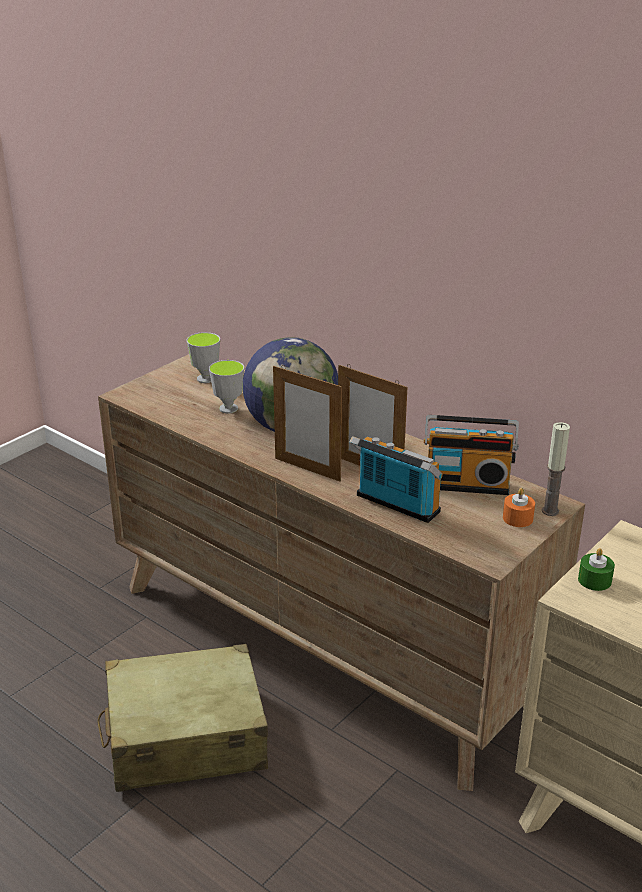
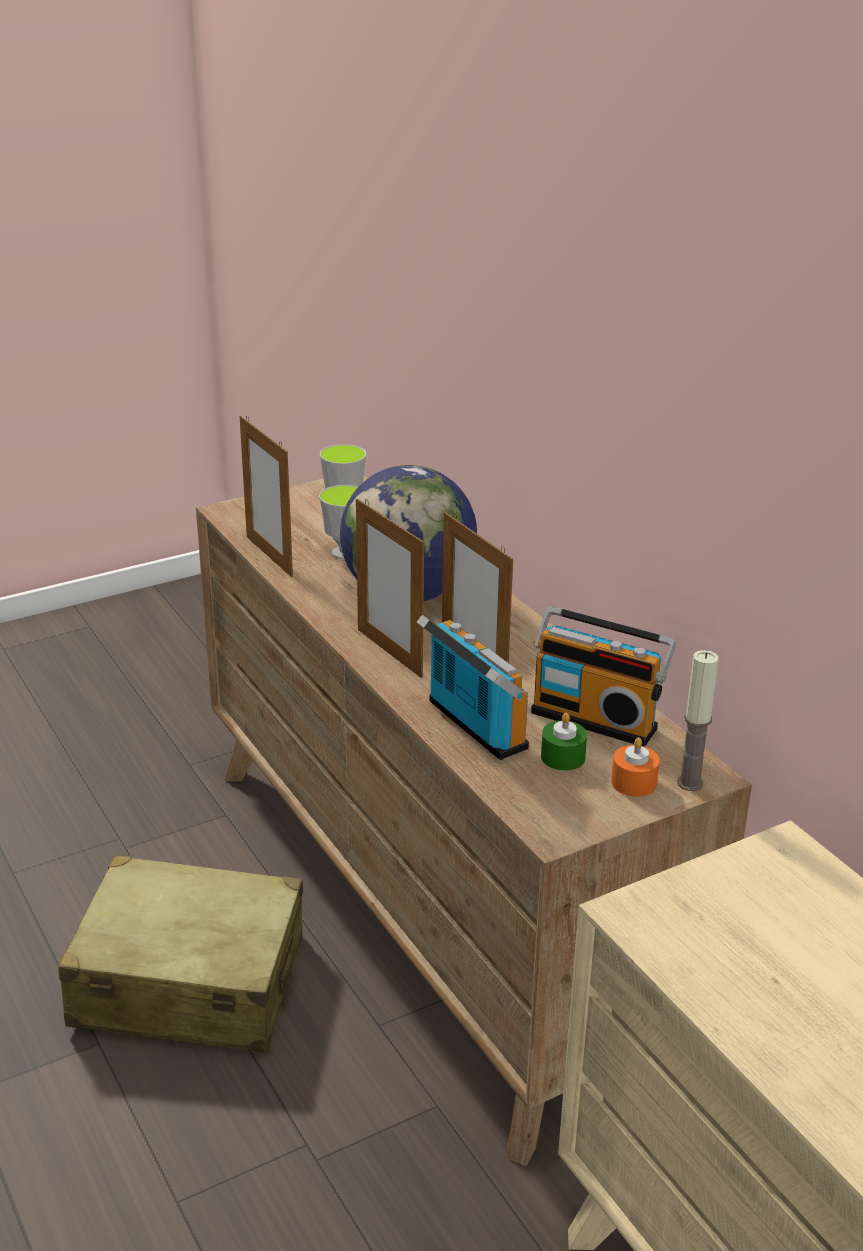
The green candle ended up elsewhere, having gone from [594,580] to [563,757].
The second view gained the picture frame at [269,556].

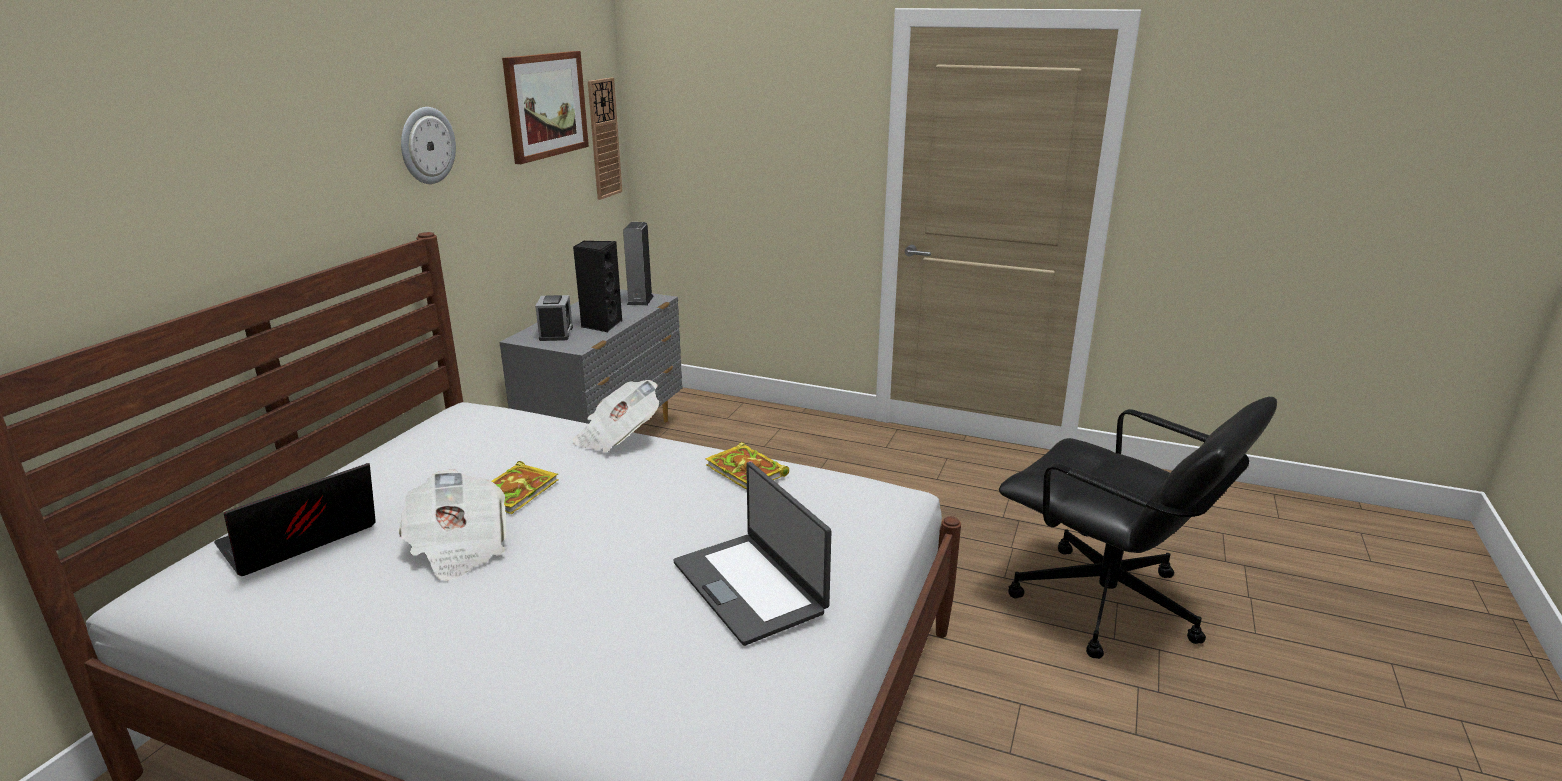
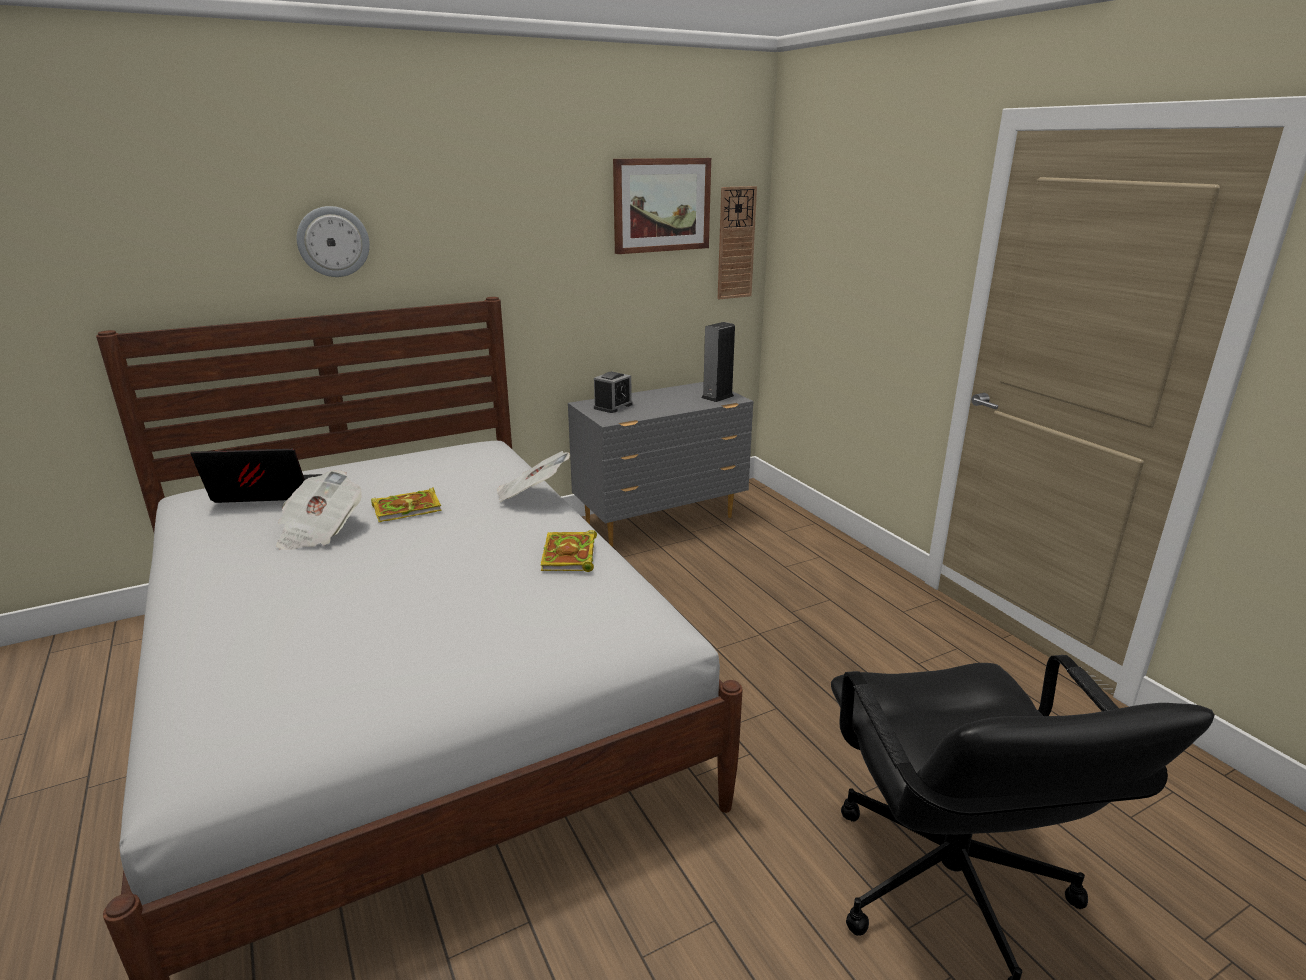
The wall clock ended up elsewhere, having gone from [427,145] to [333,241].
The second view lost the black speaker at [601,325].
The second view lost the laptop at [750,586].

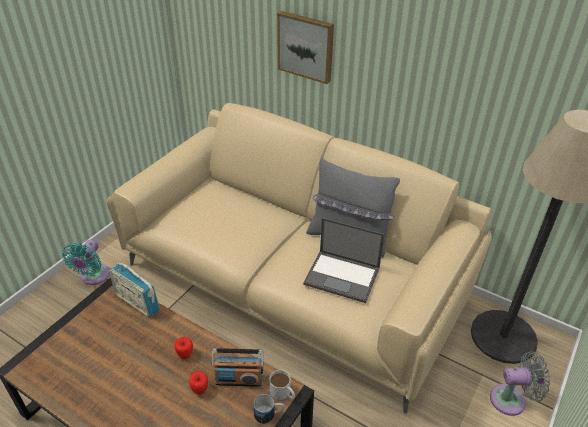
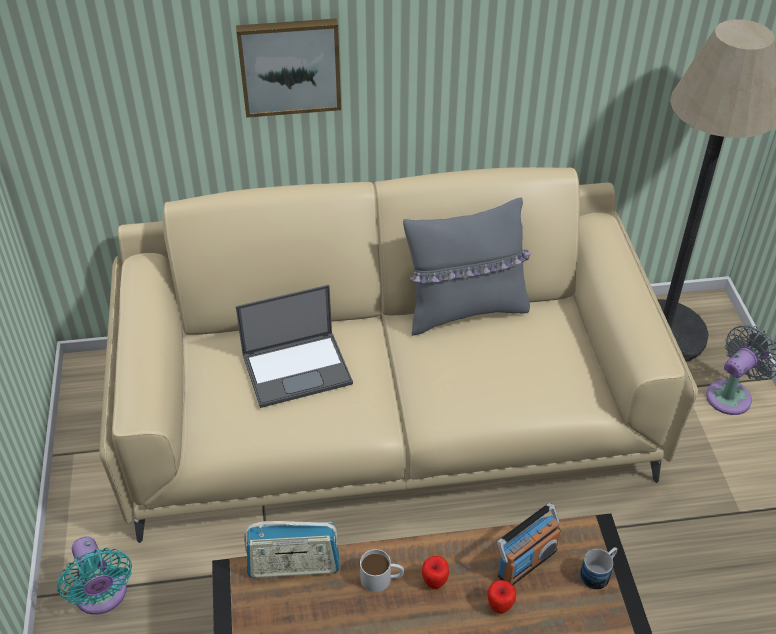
The white mug ended up elsewhere, having gone from [283,393] to [382,579].
The laptop ended up elsewhere, having gone from [343,276] to [298,368].

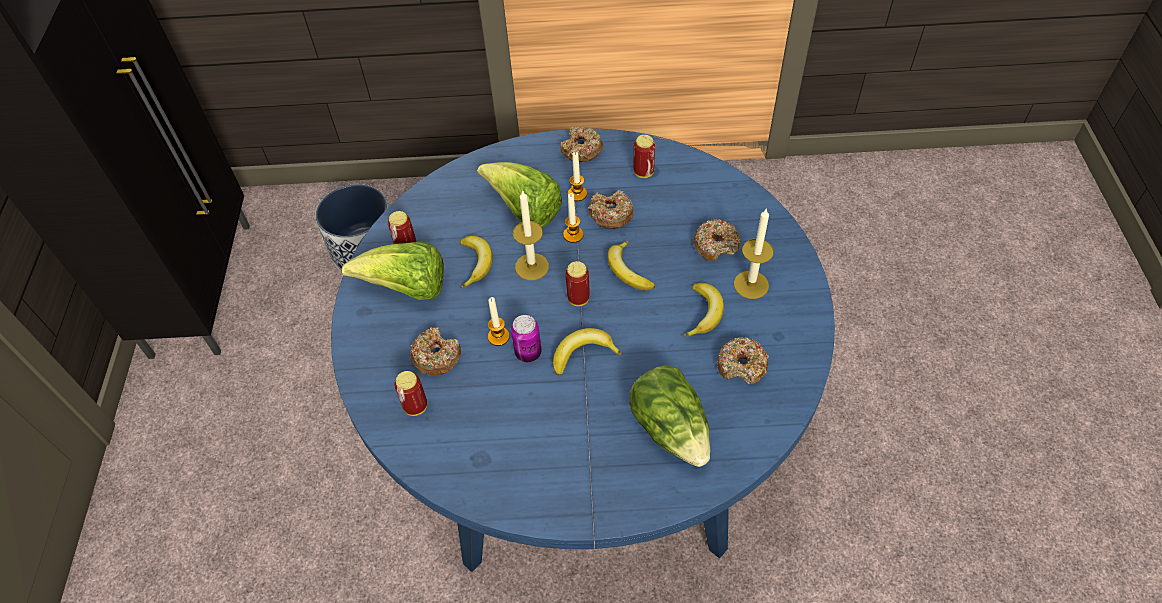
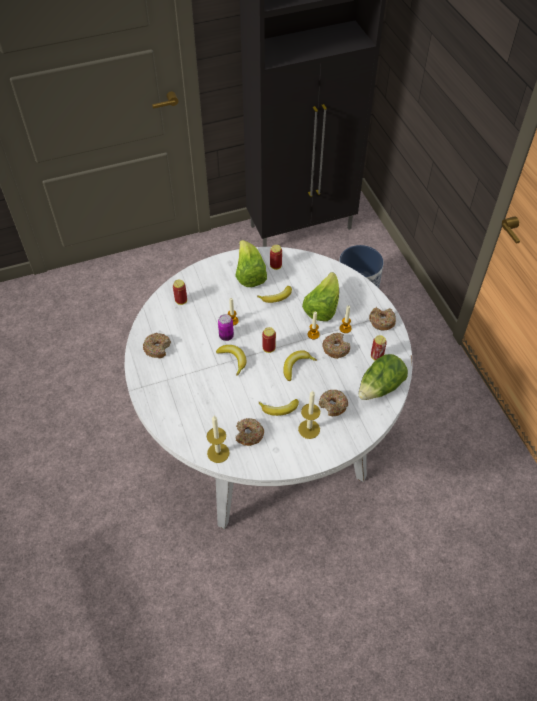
What was the blue dining table at [589,445] turned into the white dining table at [268,439].
The donut ended up elsewhere, having gone from [436,356] to [157,348].
The candle ended up elsewhere, having gone from [532,266] to [218,453].
The lettuce ended up elsewhere, having gone from [671,428] to [380,387].

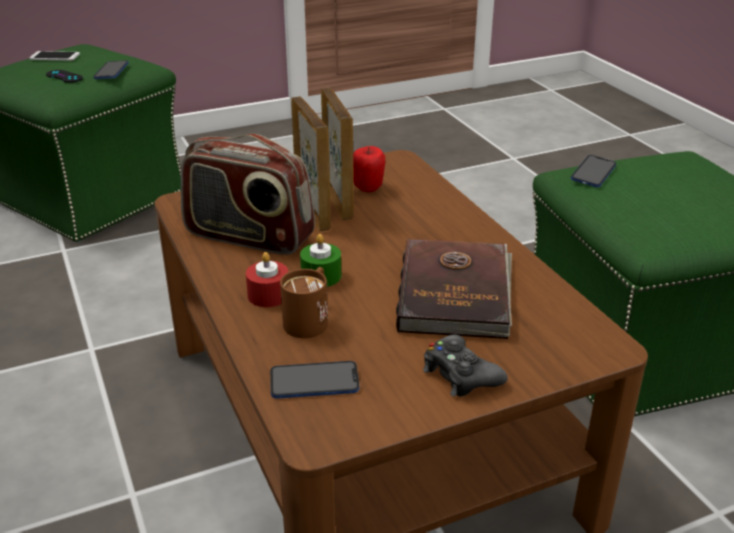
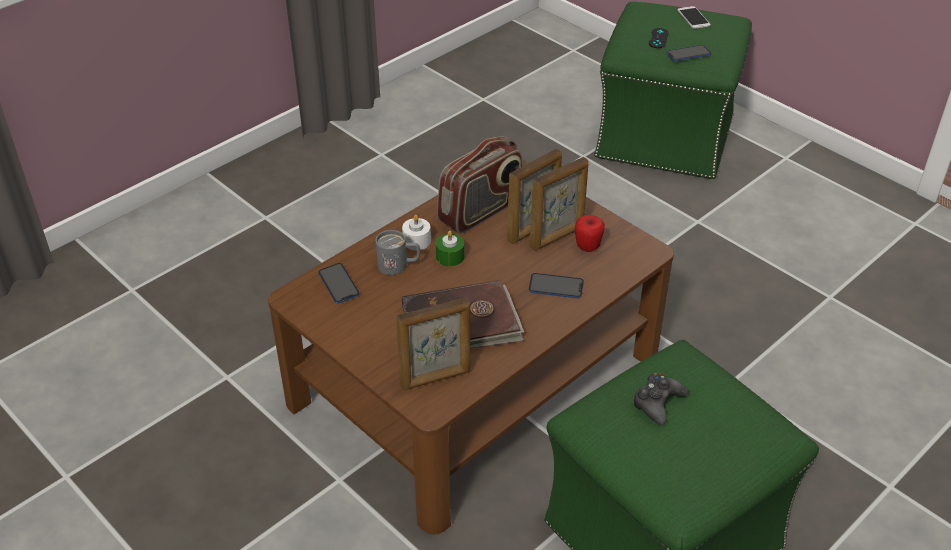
The radio at [248,237] ended up facing another way, 135 degrees counterclockwise from before.
What was the red candle at [268,295] turned into the white candle at [416,241].
What was the brown mug at [310,319] turned into the grey mug at [399,265].
The black game controller ended up elsewhere, having gone from [460,375] to [657,403].
The phone ended up elsewhere, having gone from [593,173] to [556,287].
The second view gained the picture frame at [436,378].

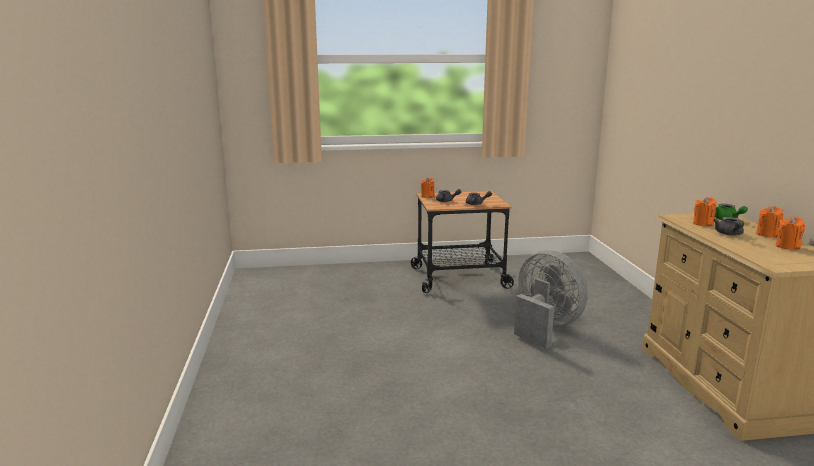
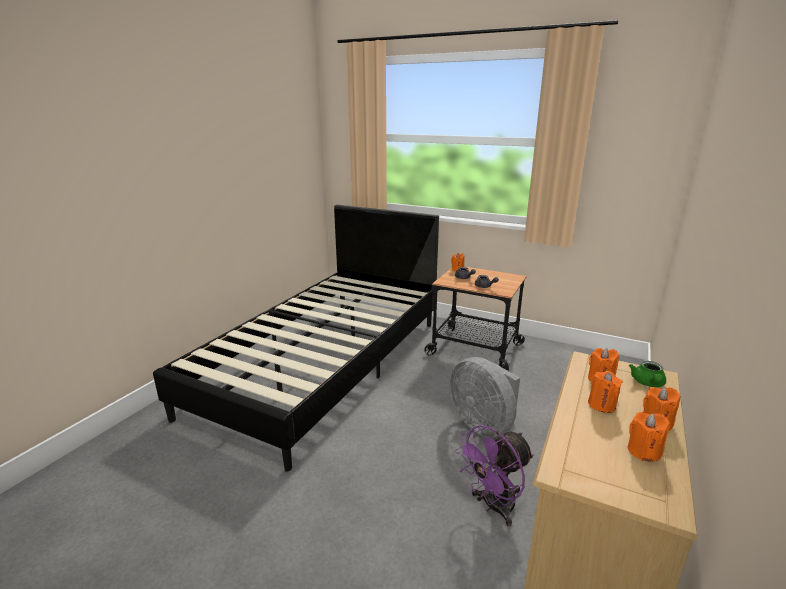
The grey fan at [544,327] ended up facing another way, 150 degrees clockwise from before.
Where the grey teapot stood at [729,234], the orange candle came to stand at [601,405].
The second view gained the black bed at [324,364].
The second view gained the purple fan at [493,507].

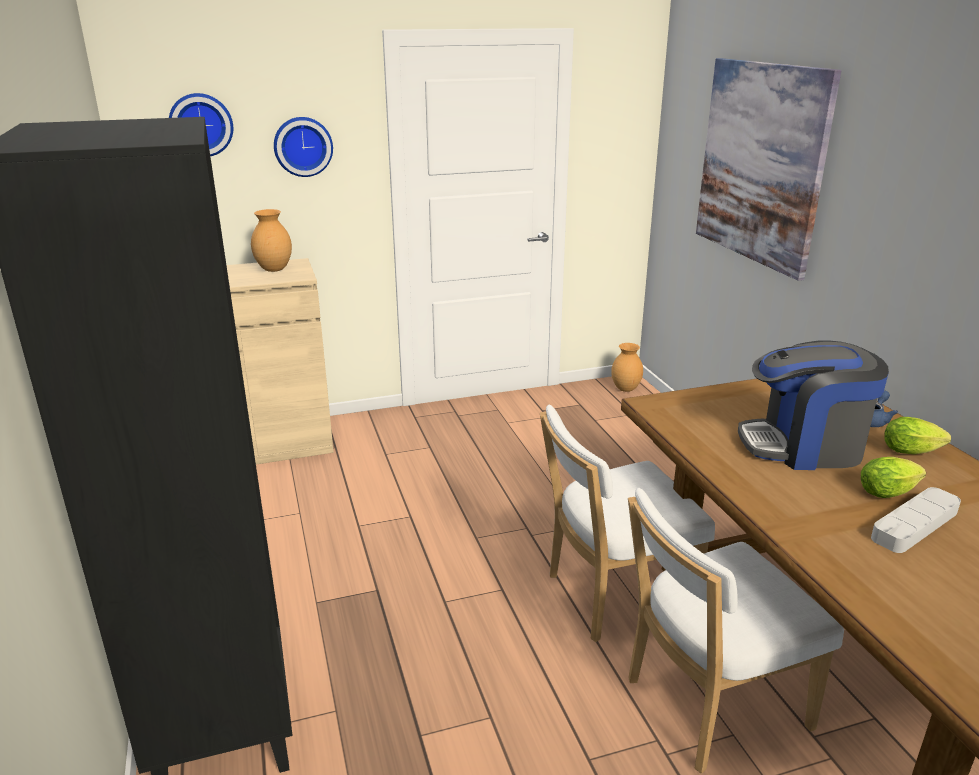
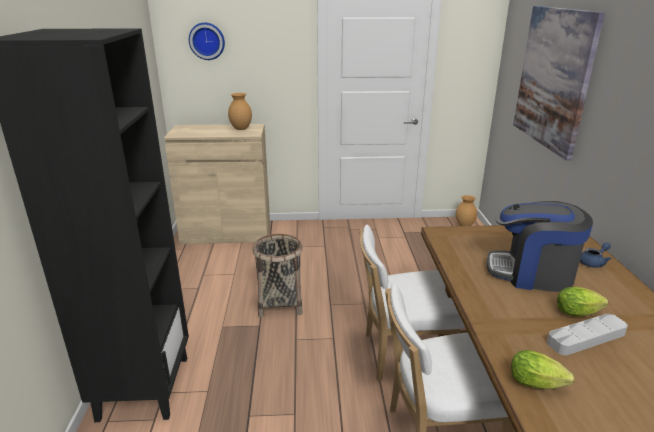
The second view lost the wall clock at [303,146].
The lettuce ended up elsewhere, having gone from [913,452] to [539,384].
The second view gained the basket at [280,303].

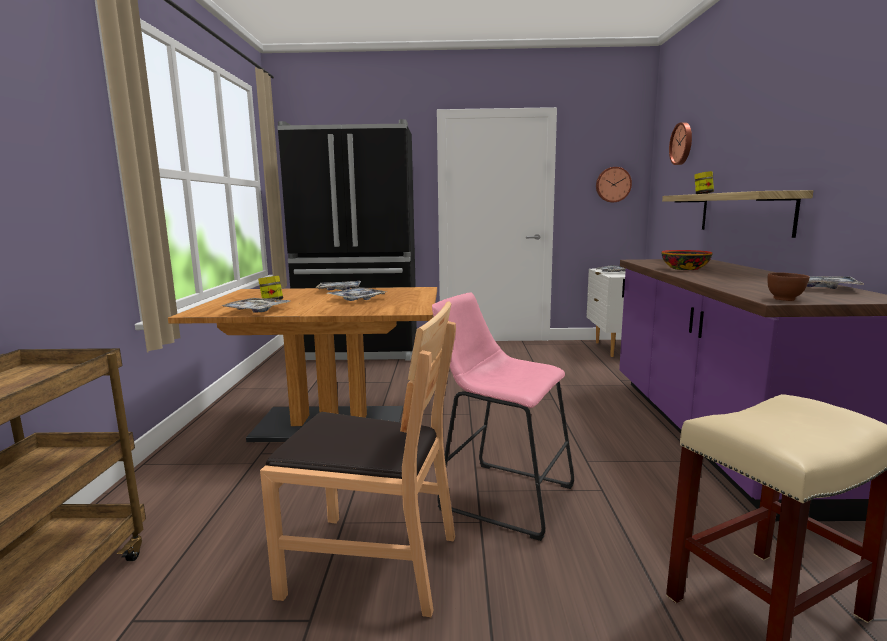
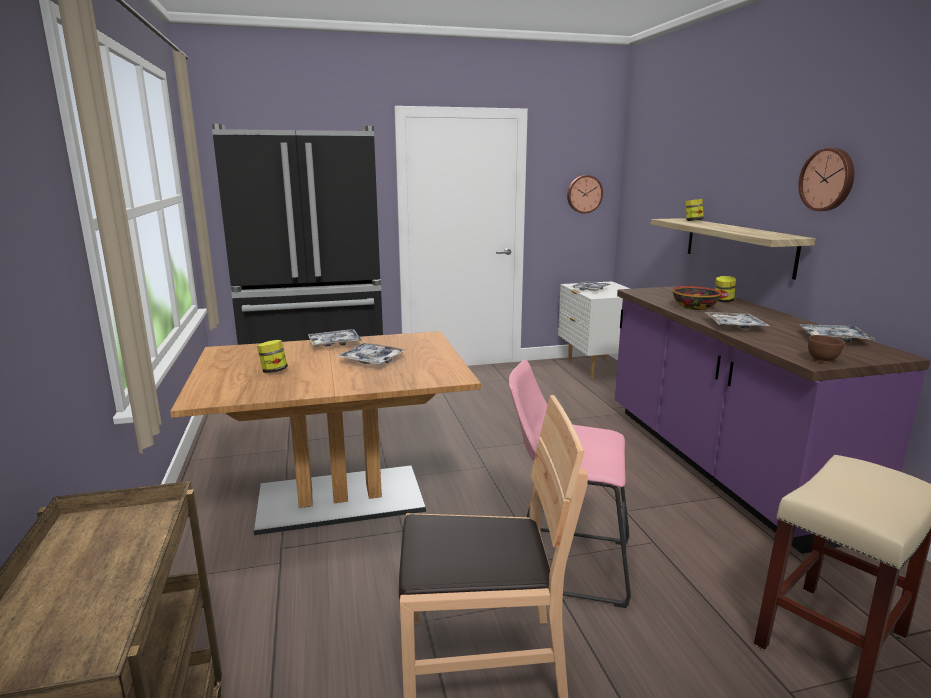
The tray ended up elsewhere, having gone from [256,310] to [734,326].
The wall clock ended up elsewhere, having gone from [682,143] to [828,179].
The second view gained the jar at [723,301].

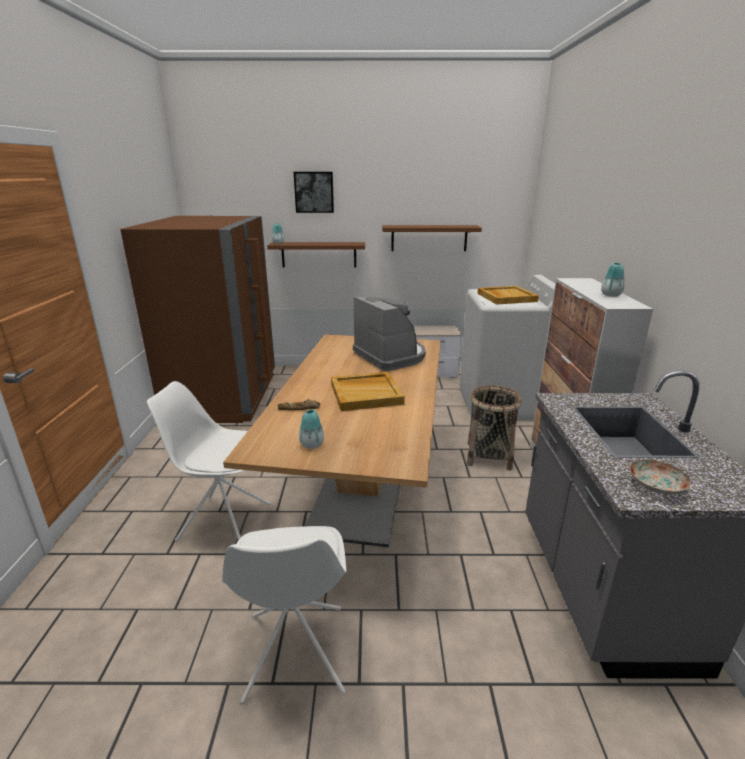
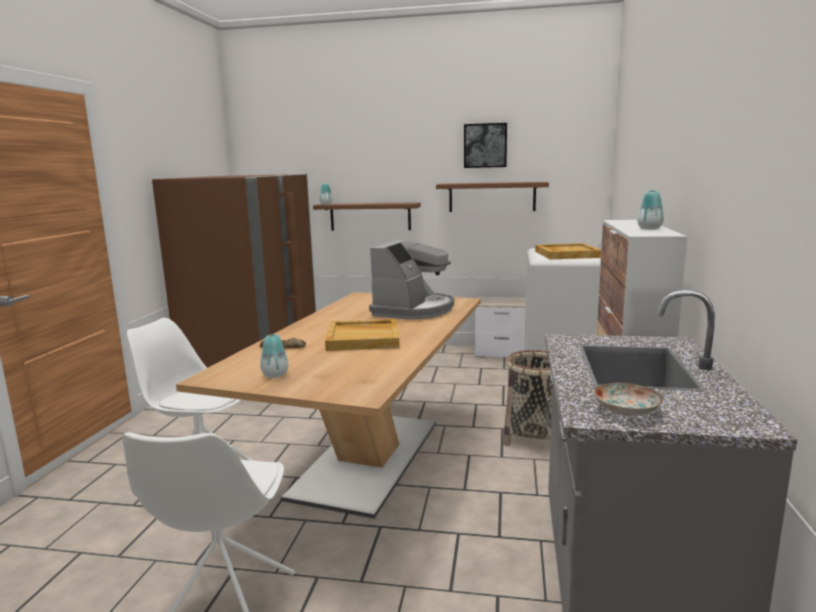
The picture ended up elsewhere, having gone from [314,192] to [485,145].
The coffee machine at [391,356] ended up facing another way, 45 degrees clockwise from before.

